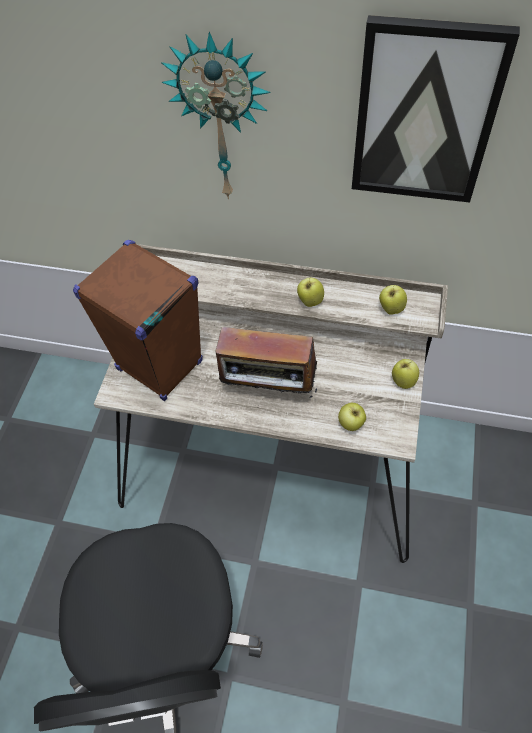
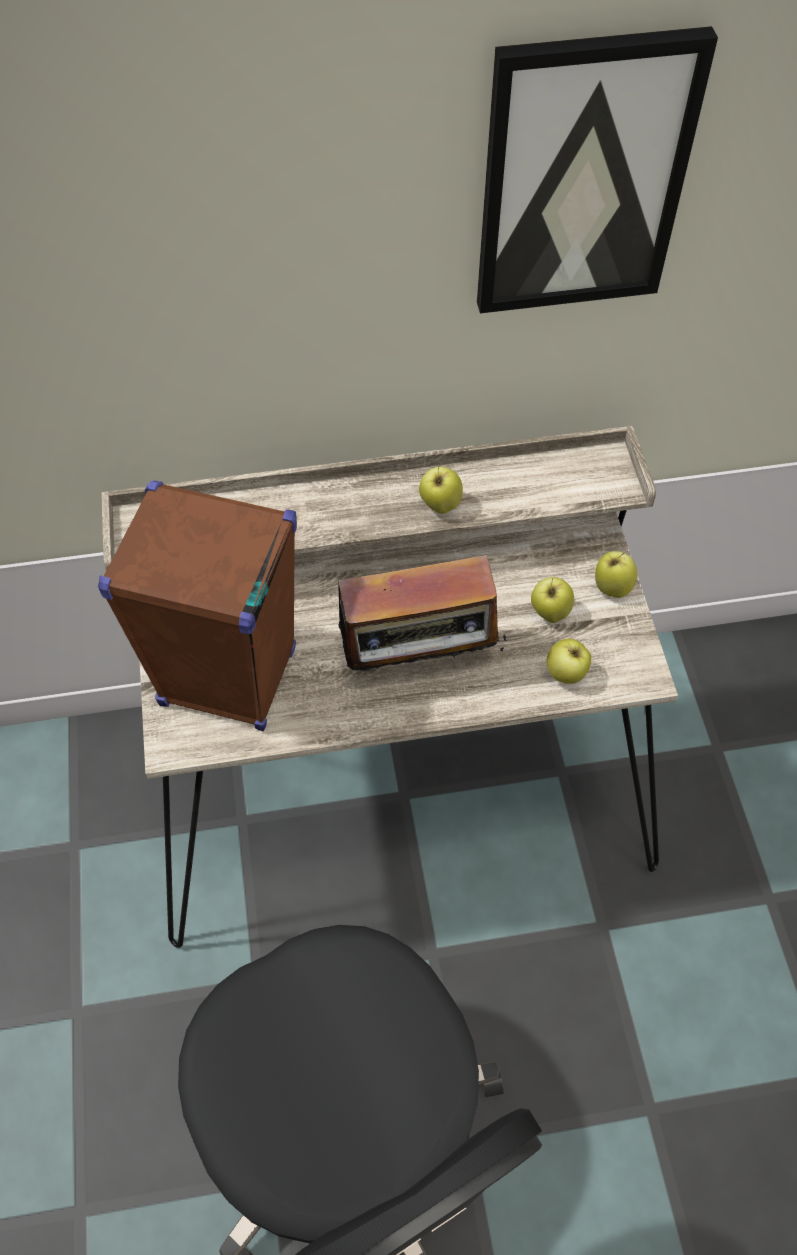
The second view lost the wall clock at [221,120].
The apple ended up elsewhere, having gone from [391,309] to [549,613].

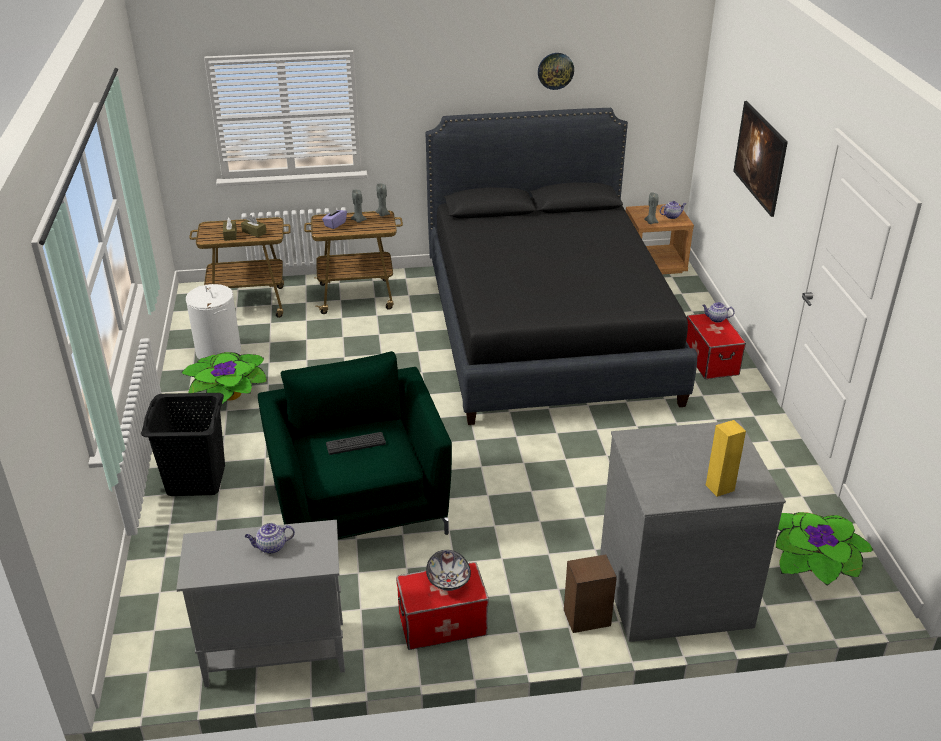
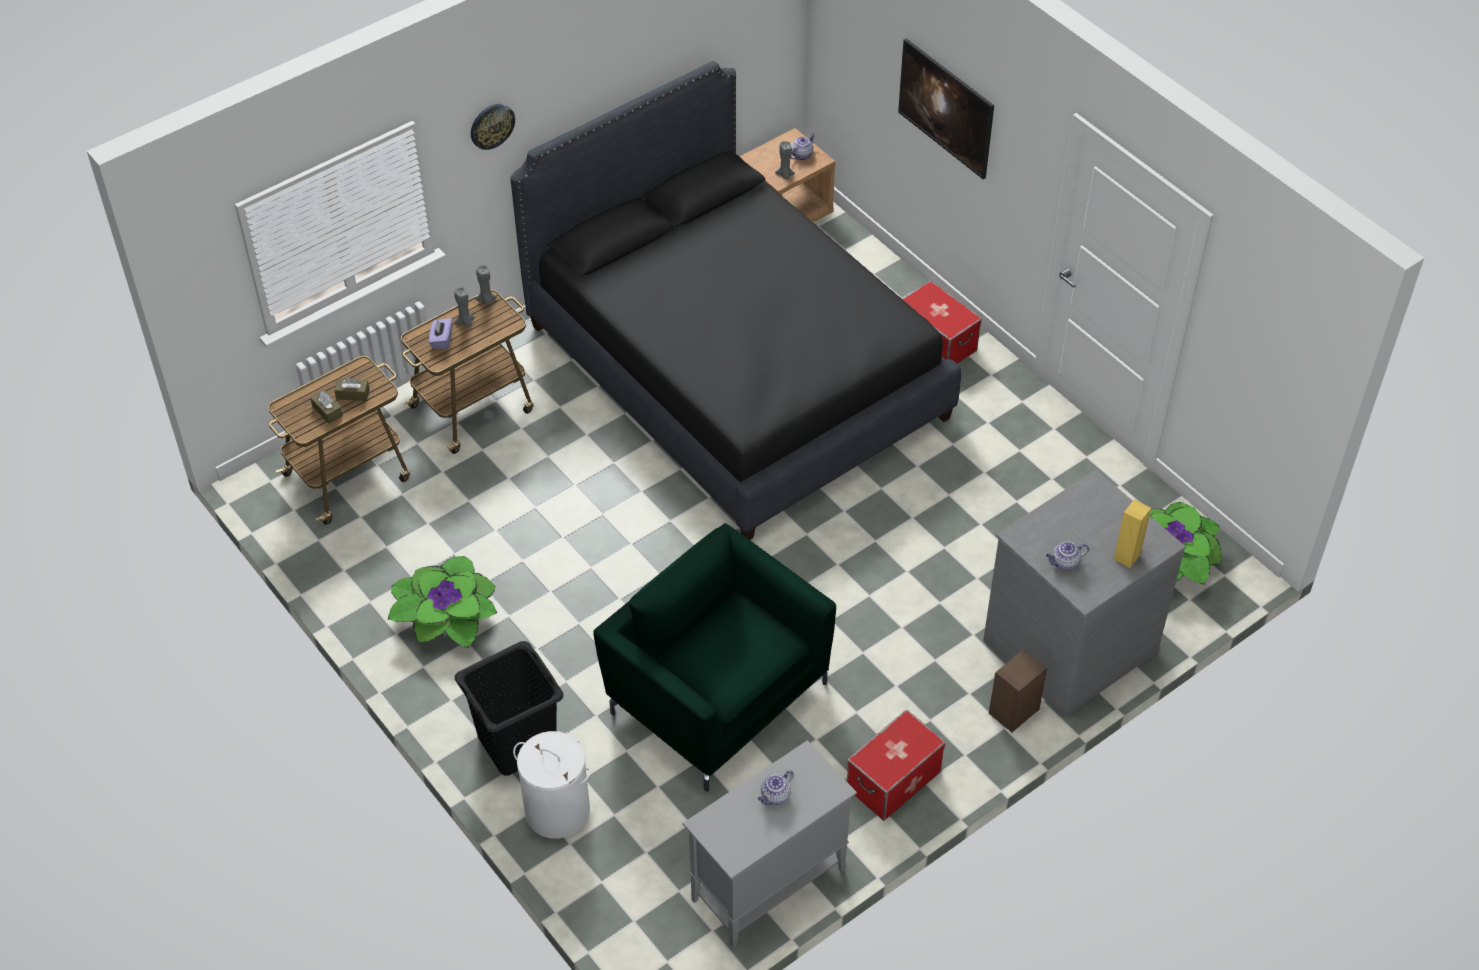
The white laundry basket ended up elsewhere, having gone from [219,352] to [558,811].
The second view lost the keyboard at [355,444].
The second view lost the bowl at [449,581].
The wall clock ended up elsewhere, having gone from [555,70] to [492,125].
The teapot ended up elsewhere, having gone from [716,319] to [1064,563].

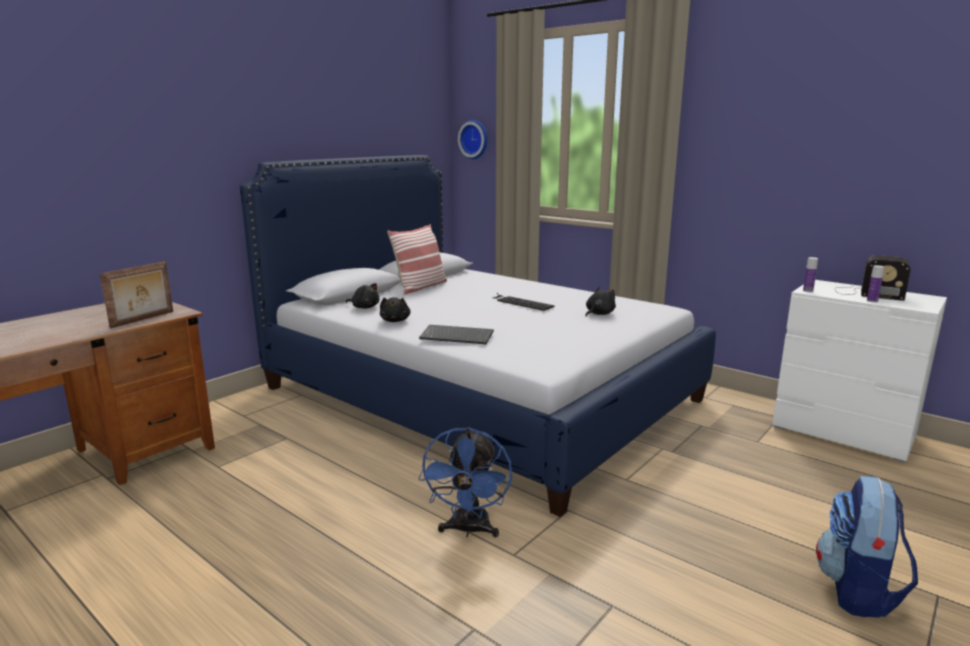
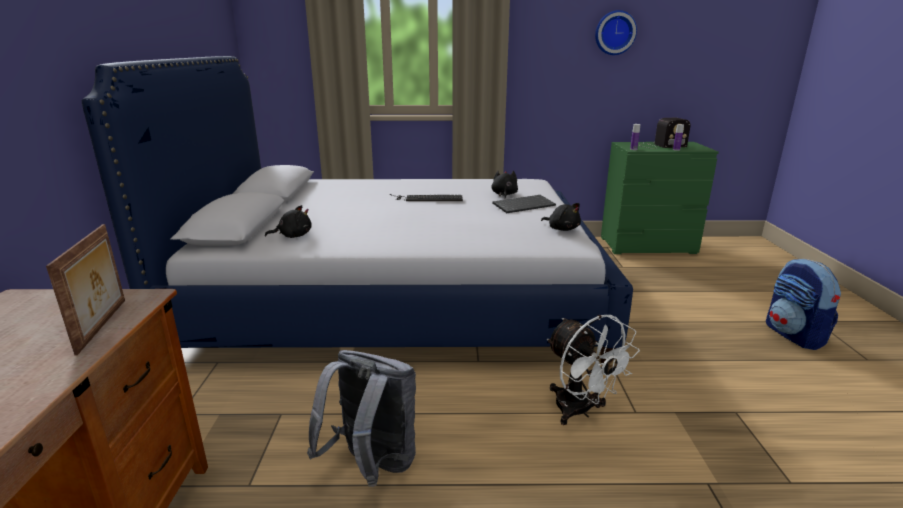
The black plush toy ended up elsewhere, having gone from [395,320] to [562,229].
The second view lost the pillow at [420,287].
What was the blue fan at [469,530] turned into the white fan at [580,411].
The keyboard ended up elsewhere, having gone from [458,336] to [524,205].
The wall clock ended up elsewhere, having gone from [475,139] to [614,33].
What was the white dresser at [843,432] turned into the green dresser at [648,245].
The second view gained the grey backpack at [372,466].

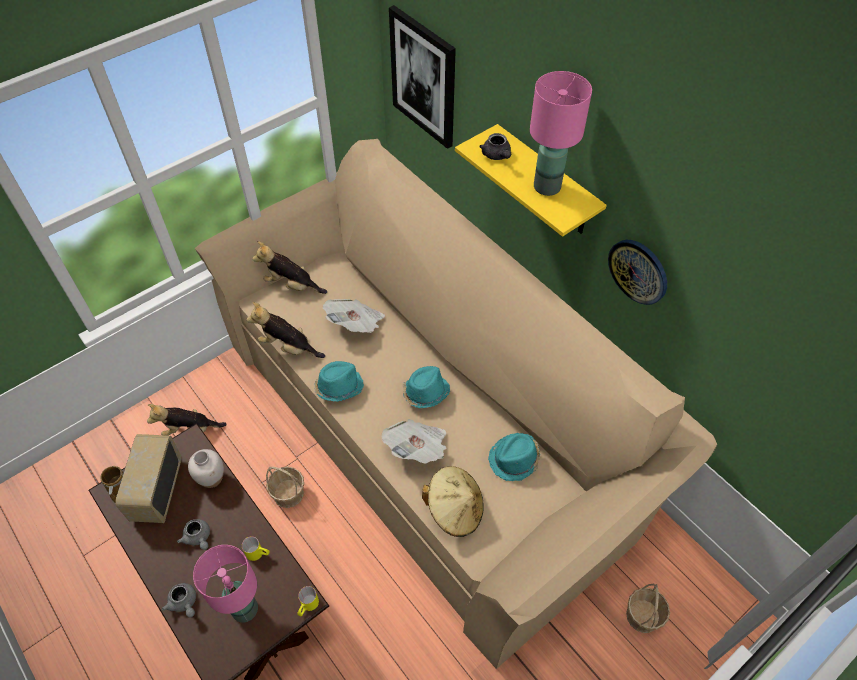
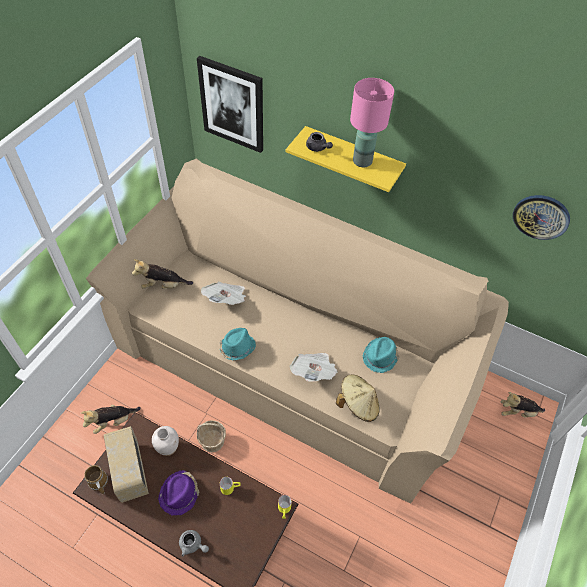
Where the grey teapot stood at [198,538], the purple hat came to stand at [180,494].
The second view lost the pink table lamp at [245,609].
The plush toy ended up elsewhere, having gone from [288,347] to [517,411].
The second view lost the turquoise hat at [425,392].
The wall clock ended up elsewhere, having gone from [638,271] to [541,216].
The second view lost the basket at [643,615].

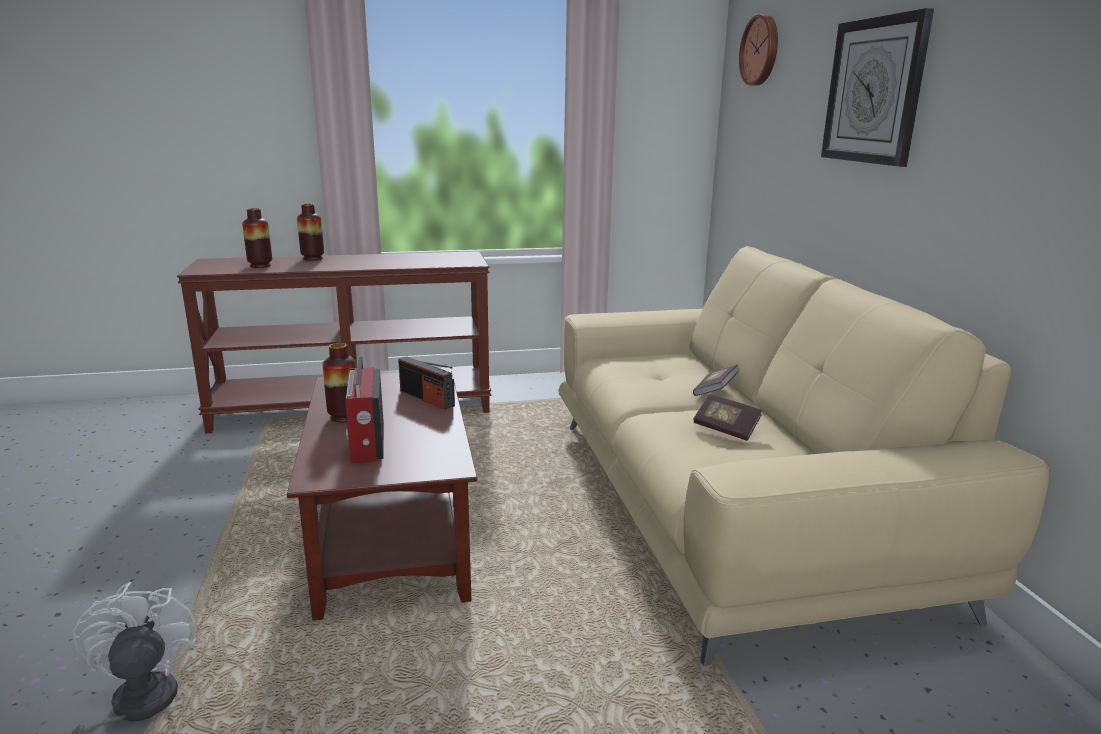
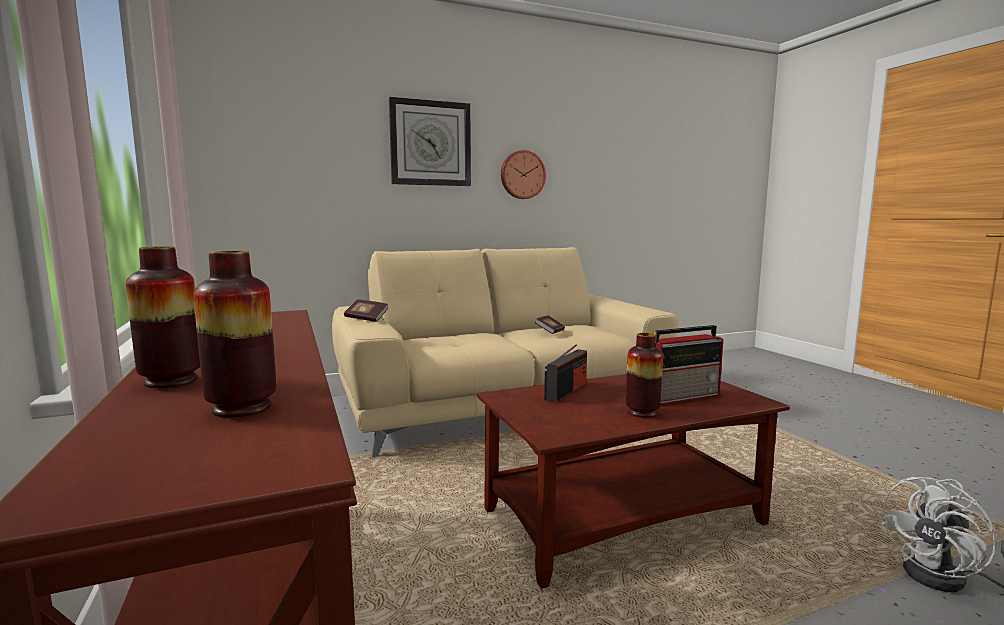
The book ended up elsewhere, having gone from [715,391] to [366,319].
The wall clock ended up elsewhere, having gone from [761,50] to [522,175].

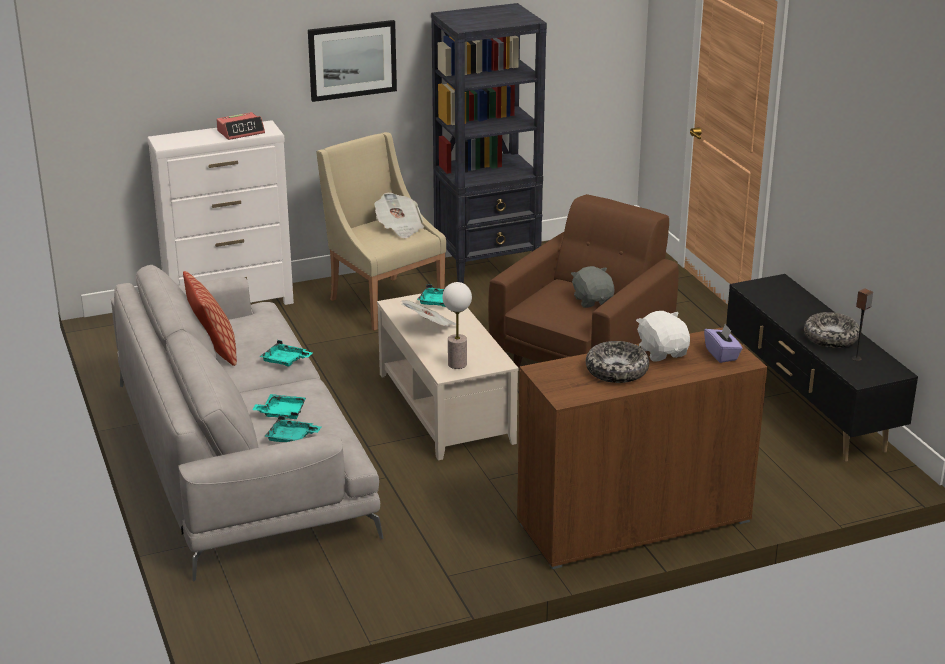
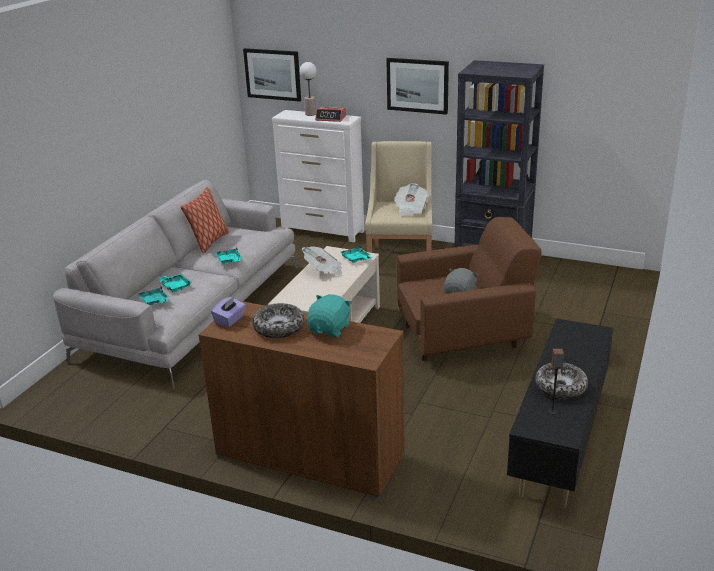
The table lamp ended up elsewhere, having gone from [457,364] to [310,114].
What was the white plush toy at [662,352] turned into the turquoise plush toy at [330,329].
The purple tissue box ended up elsewhere, having gone from [722,354] to [230,320].
The second view gained the picture at [273,74].

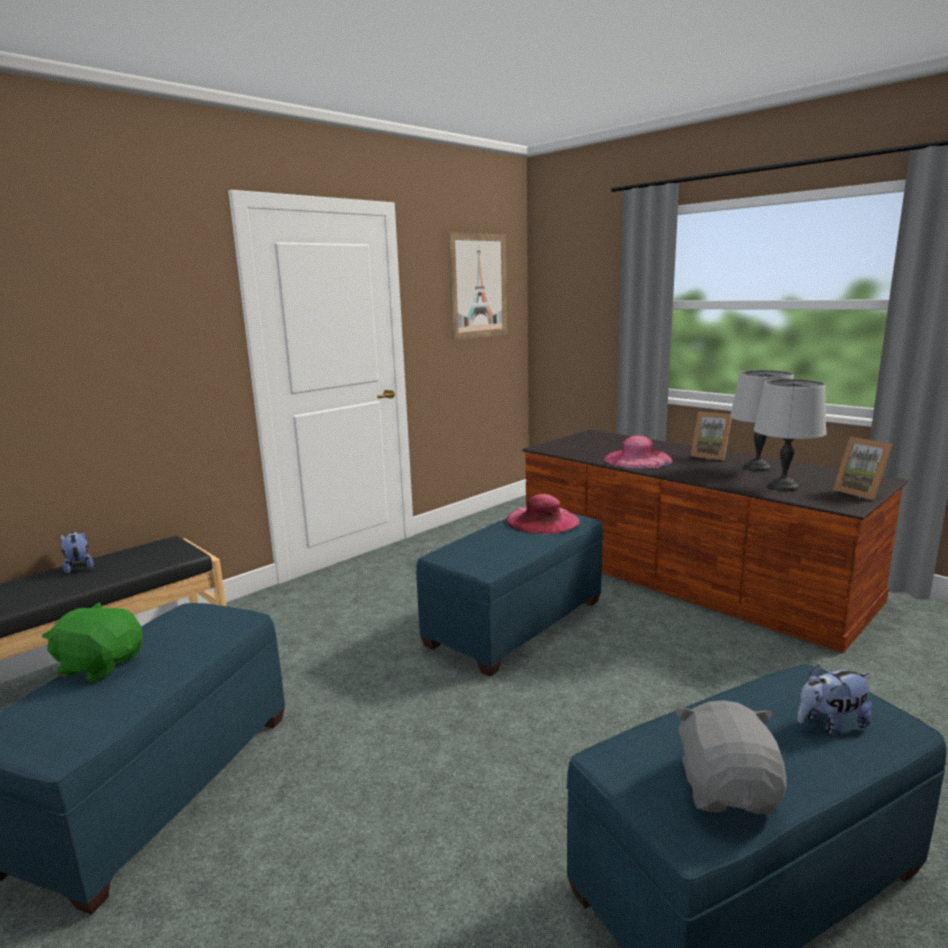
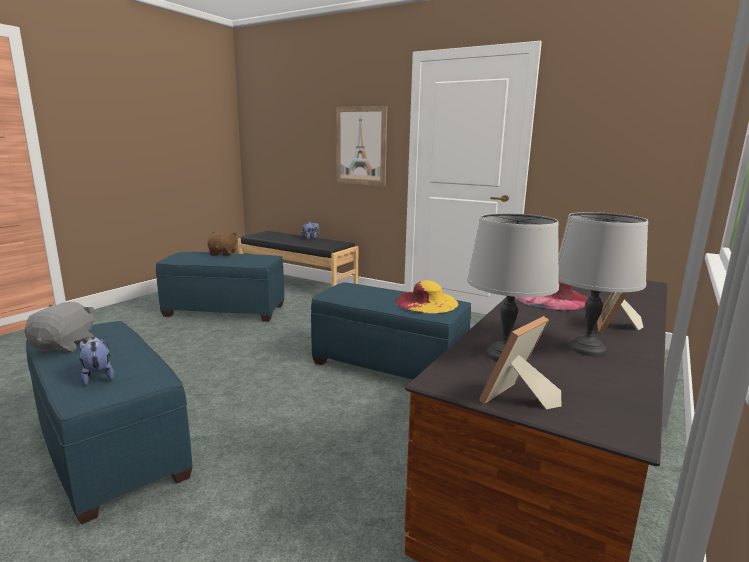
What was the green plush toy at [101,665] turned into the brown plush toy at [223,253].
The picture ended up elsewhere, having gone from [478,286] to [361,146].
What was the pink hat at [542,520] turned into the yellow hat at [426,302].
The grey plush toy at [728,790] ended up facing another way, 75 degrees counterclockwise from before.

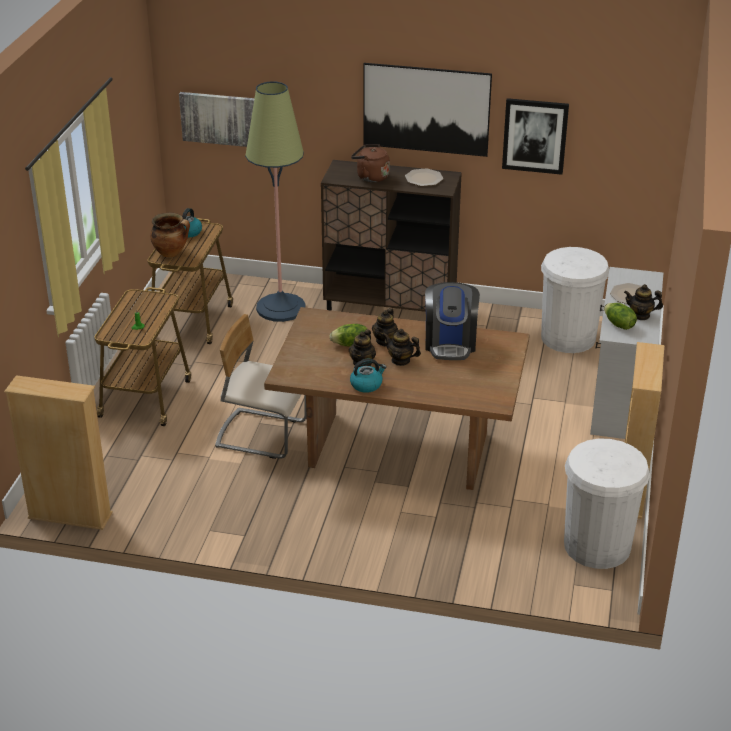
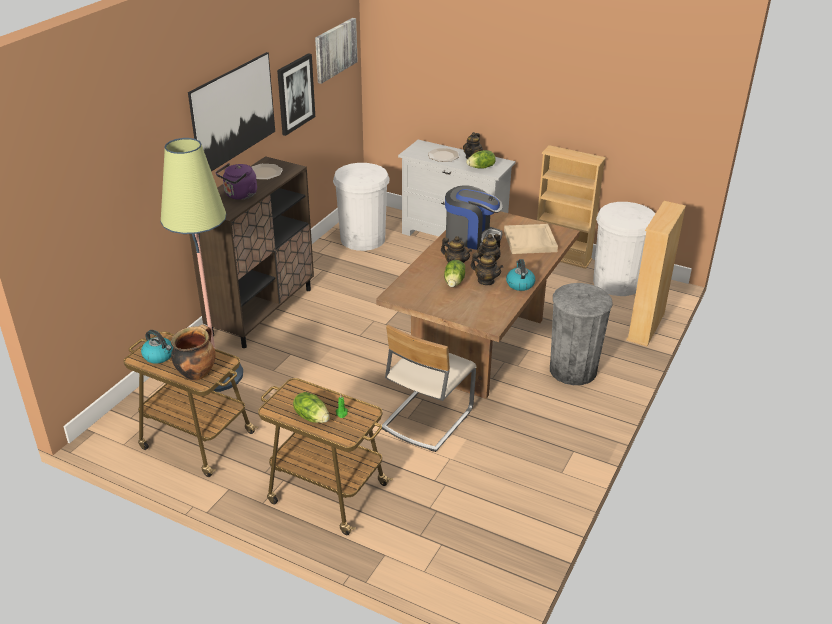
The beige bookcase ended up elsewhere, having gone from [70,516] to [646,327].
The picture ended up elsewhere, having gone from [220,118] to [335,49].
What was the brown kettle at [370,177] turned into the purple kettle at [239,195].
The second view gained the lettuce at [312,417].
The second view gained the beige tray at [530,241].
The second view gained the grey trash can at [573,370].

